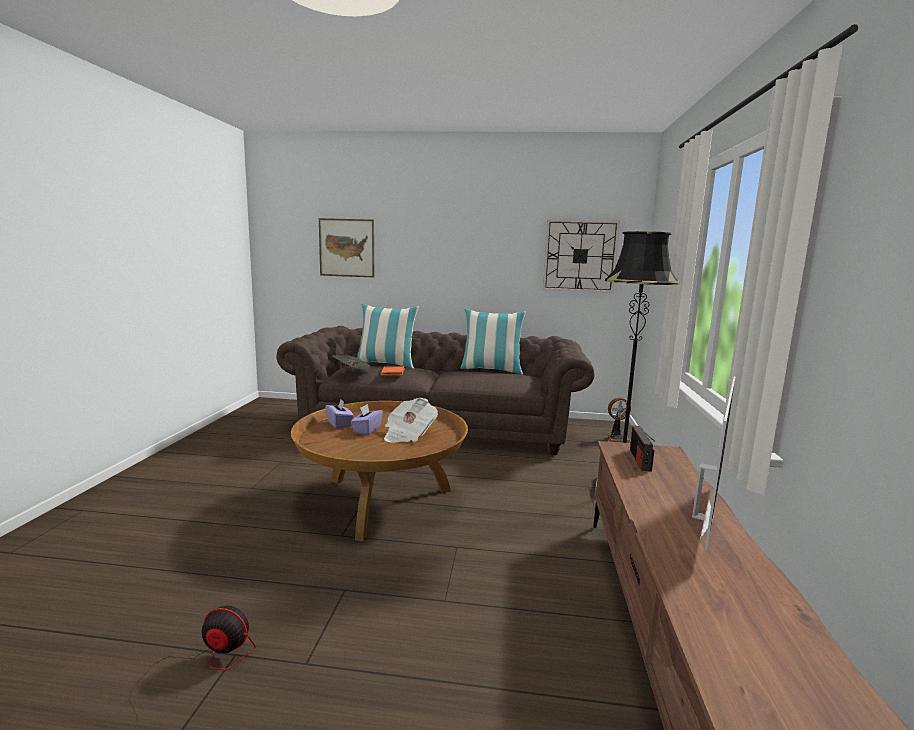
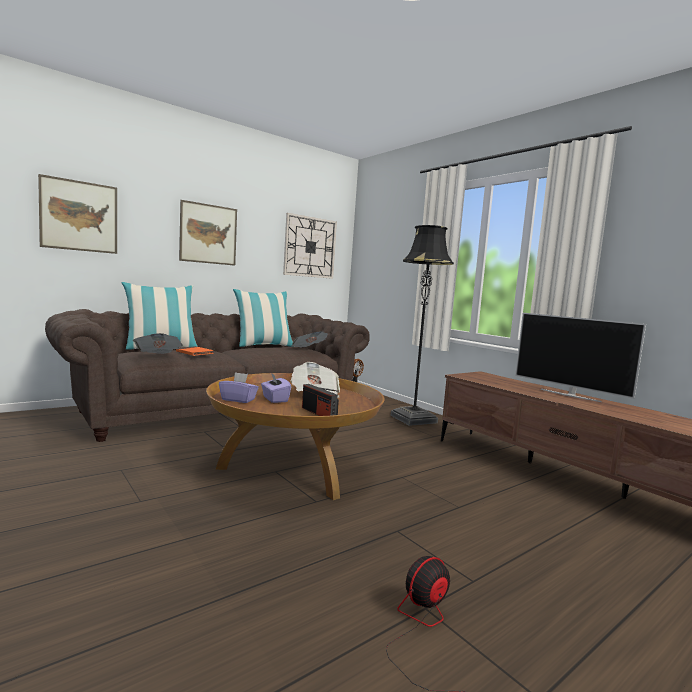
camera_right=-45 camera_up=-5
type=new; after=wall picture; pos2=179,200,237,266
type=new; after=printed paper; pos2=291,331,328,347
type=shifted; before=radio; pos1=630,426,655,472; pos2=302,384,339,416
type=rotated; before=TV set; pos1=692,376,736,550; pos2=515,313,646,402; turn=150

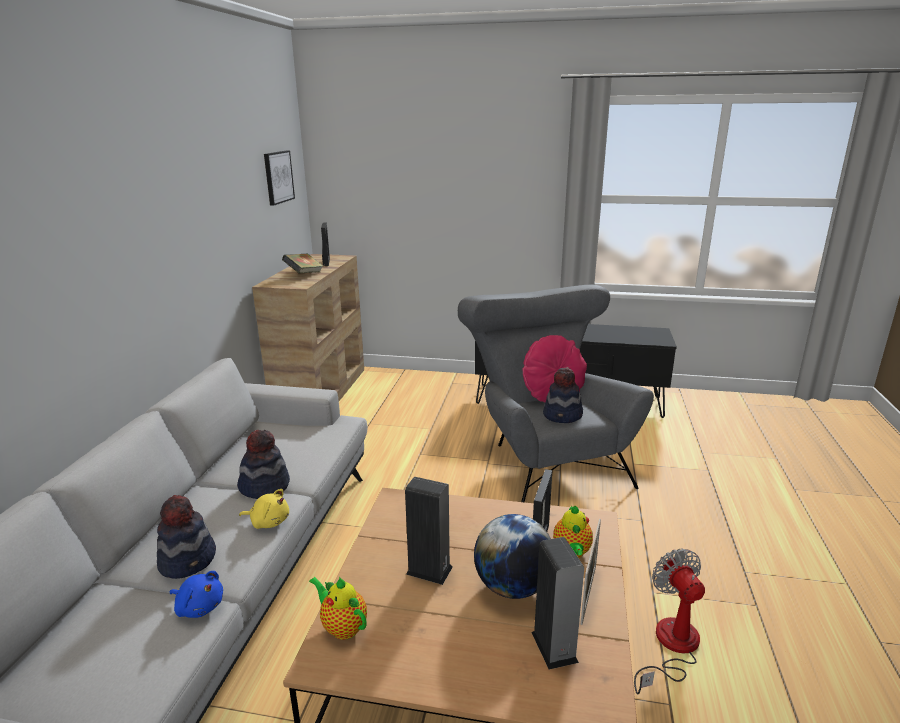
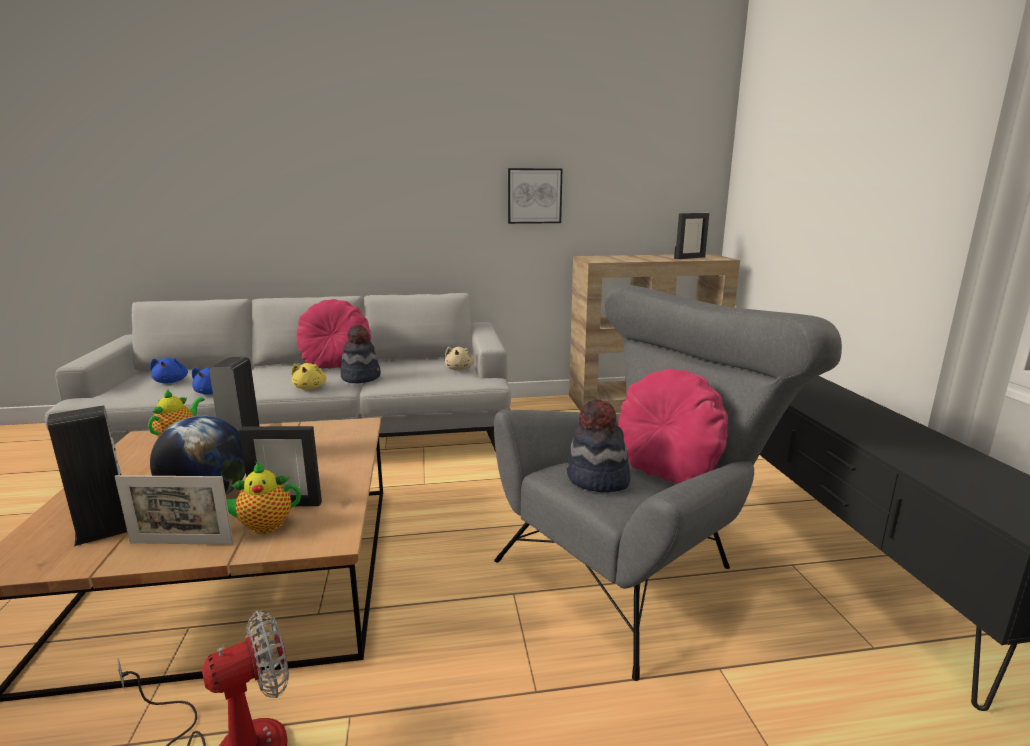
camera_right=70 camera_up=-5
type=new; after=soft toy (blue-coloured); pos2=150,358,188,383
type=new; after=pillow (pink-coloured); pos2=296,299,371,369
type=new; after=soft toy (beige-coloured); pos2=445,347,474,371
type=shifted; before=wall picture; pos1=264,151,295,206; pos2=508,168,562,224
type=gone; before=hat; pos1=157,495,216,579
type=gone; before=bound book; pos1=282,254,323,274

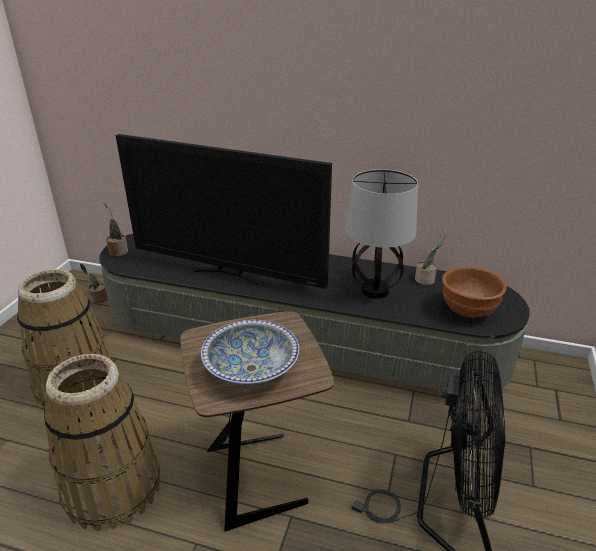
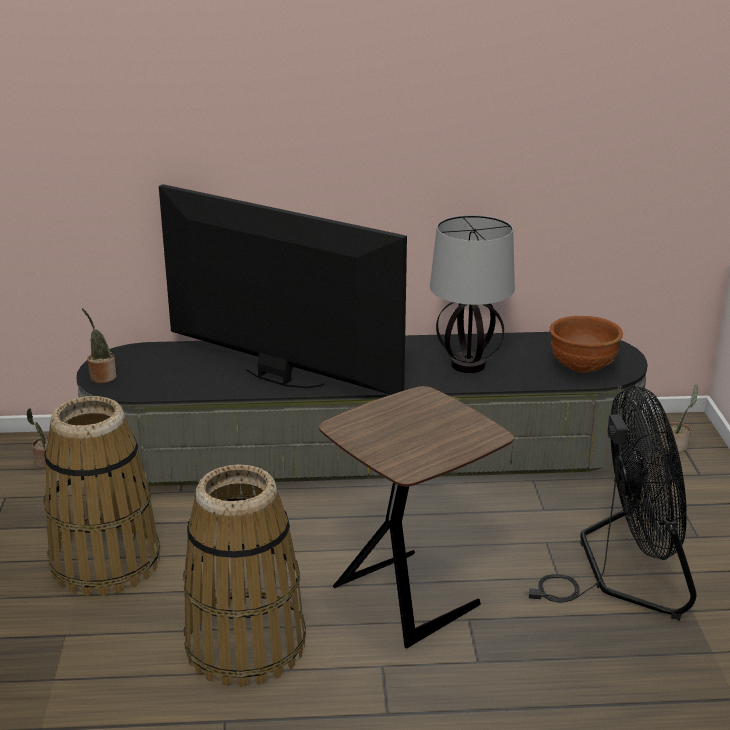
camera_right=-20 camera_up=-5
type=rotated; before=TV set; pos1=116,134,332,289; pos2=159,184,407,395; turn=-150
type=shifted; before=houseplant; pos1=415,230,446,285; pos2=664,384,698,452
type=gone; before=serving bowl; pos1=201,320,299,386

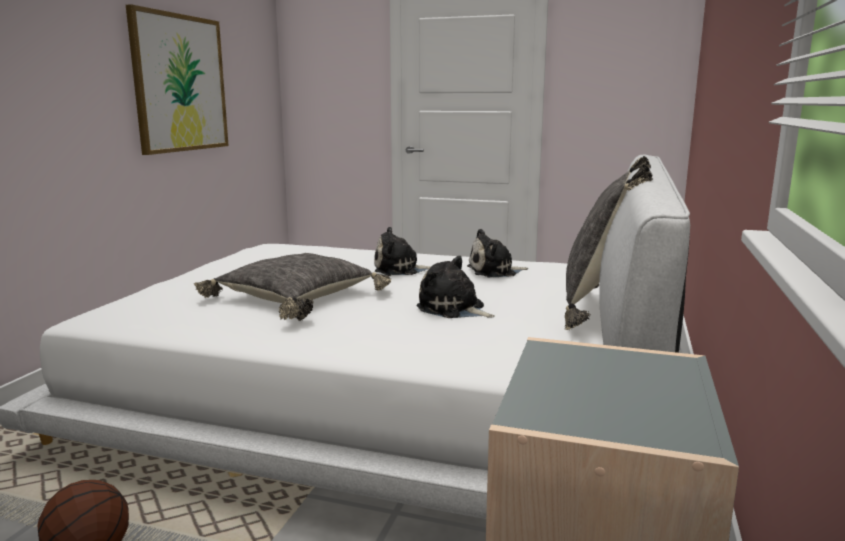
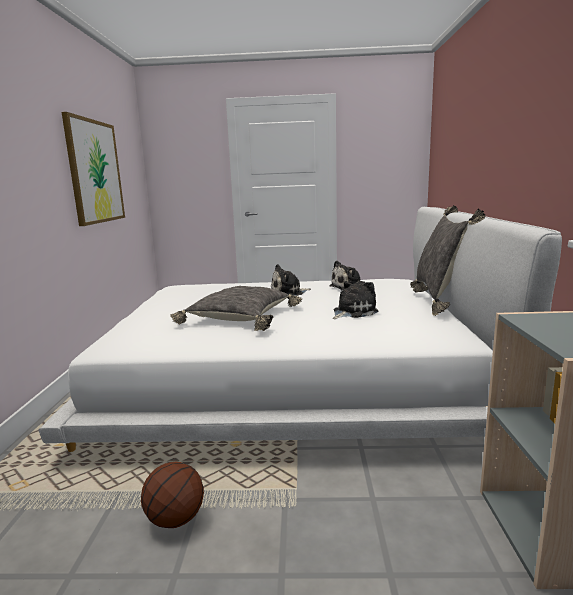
camera_right=-15 camera_up=0
type=rotated; before=soft toy; pos1=416,256,495,318; pos2=333,281,378,319; turn=120

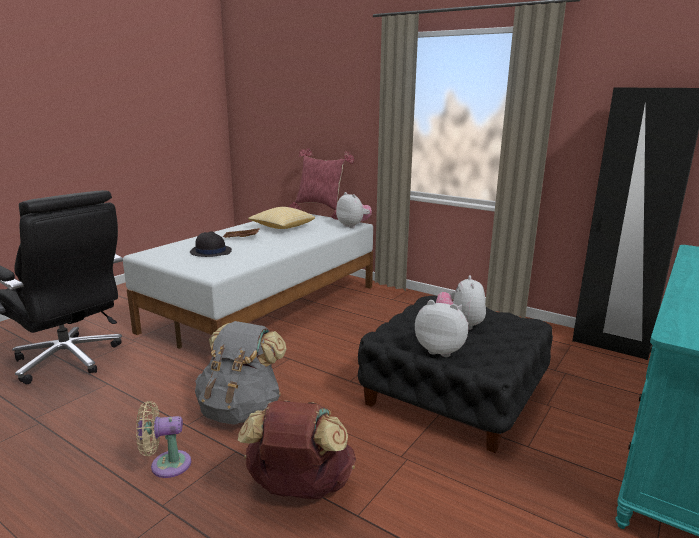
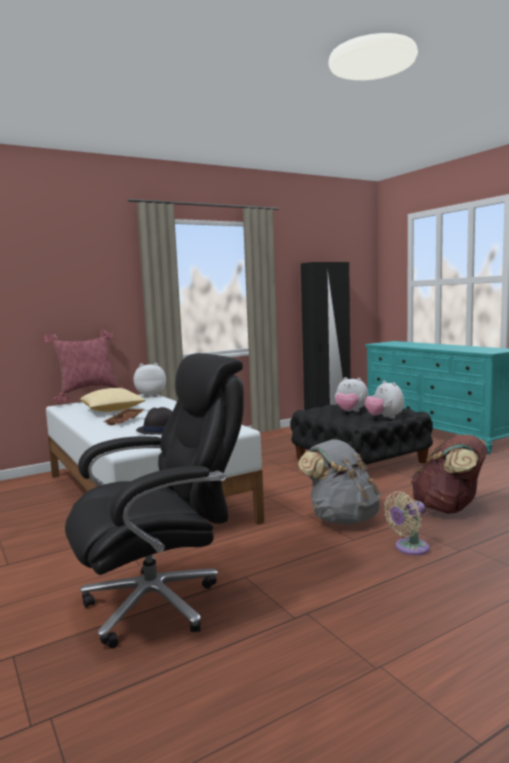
camera_right=-65 camera_up=-10
type=rotated; before=soft toy; pos1=415,300,469,357; pos2=365,381,404,419; turn=-75
type=rotated; before=cooling fan (beige-coloured); pos1=136,401,191,478; pos2=383,491,430,555; turn=45

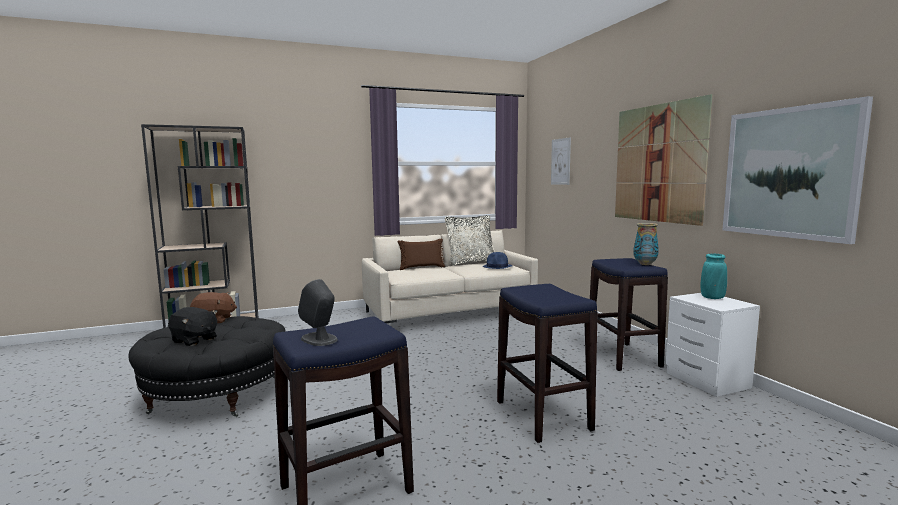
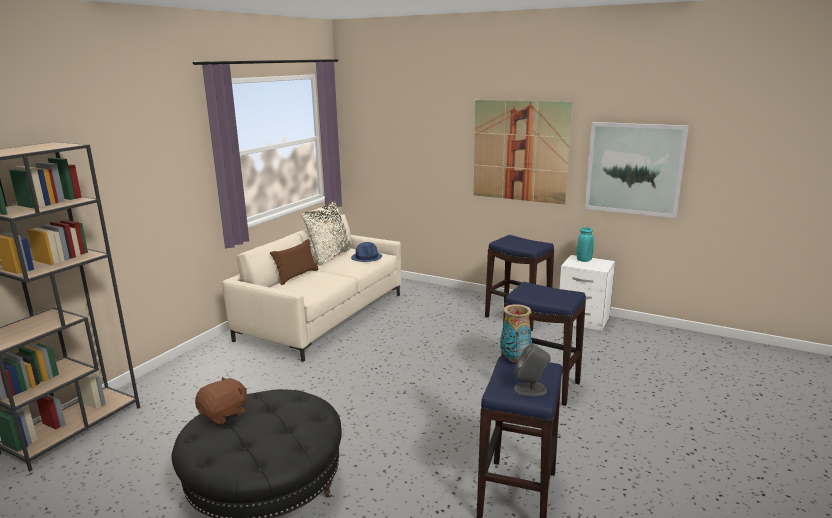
camera_right=-40 camera_up=10
type=shifted; before=decorative vase; pos1=633,223,659,265; pos2=500,304,532,363
type=gone; before=soft toy (black-coloured); pos1=168,307,218,346
type=gone; before=wall picture; pos1=551,137,571,185

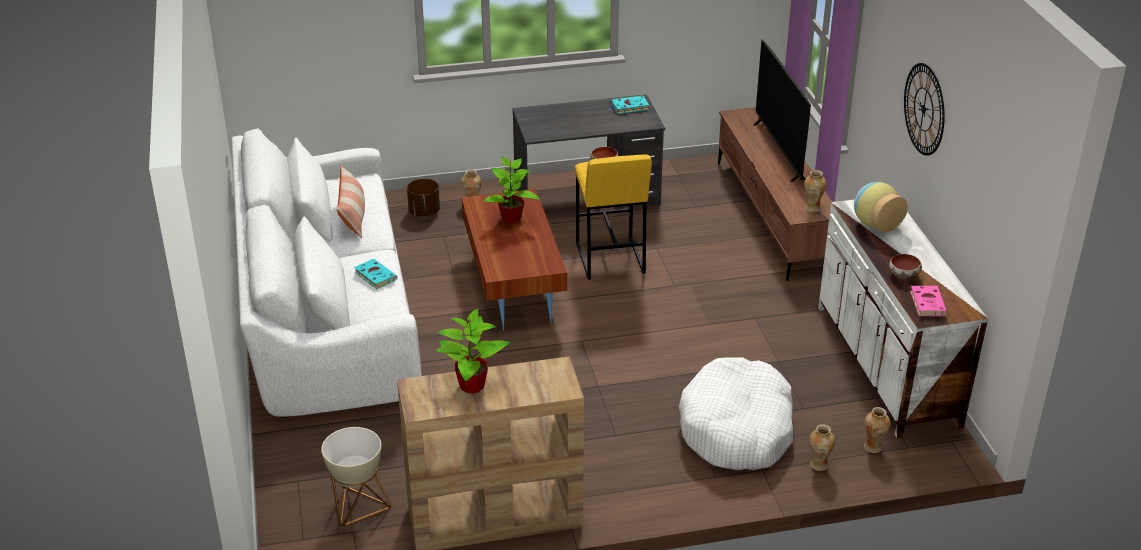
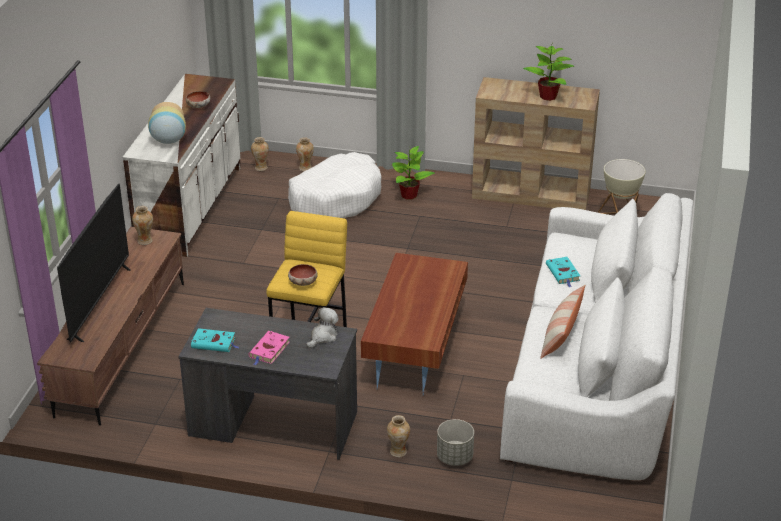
camera_right=-155 camera_up=0
type=shifted; before=bound book (pink-coloured); pos1=910,286,947,317; pos2=249,331,290,365
type=new; after=soft toy; pos2=306,307,338,348
type=shifted; before=houseplant; pos1=484,157,540,223; pos2=392,146,435,200
type=repainted; before=planter (brown-coloured); after=planter (grey); pos1=407,179,440,217; pos2=437,419,474,466
type=gone; before=clock on the wall; pos1=904,63,945,156

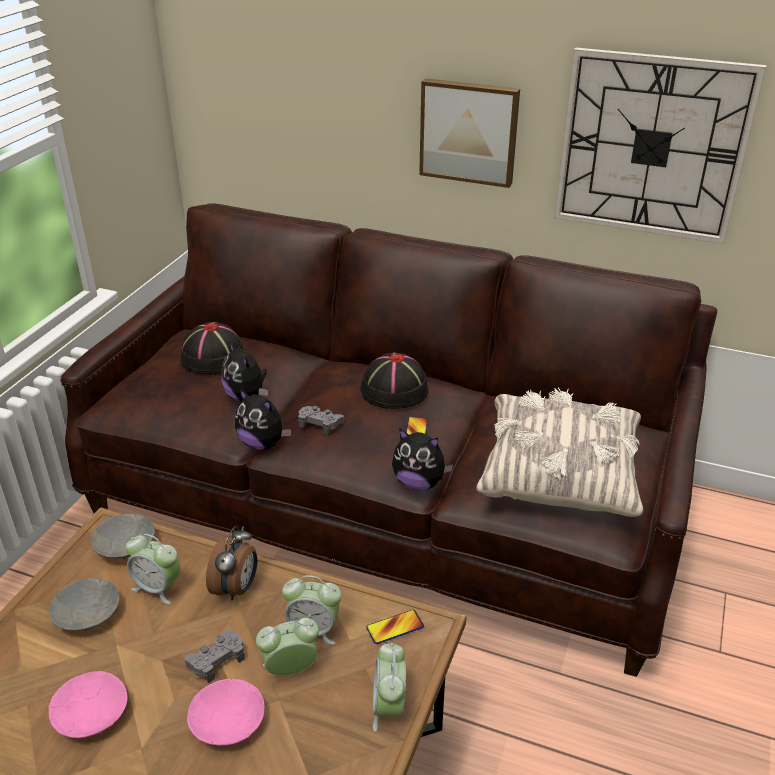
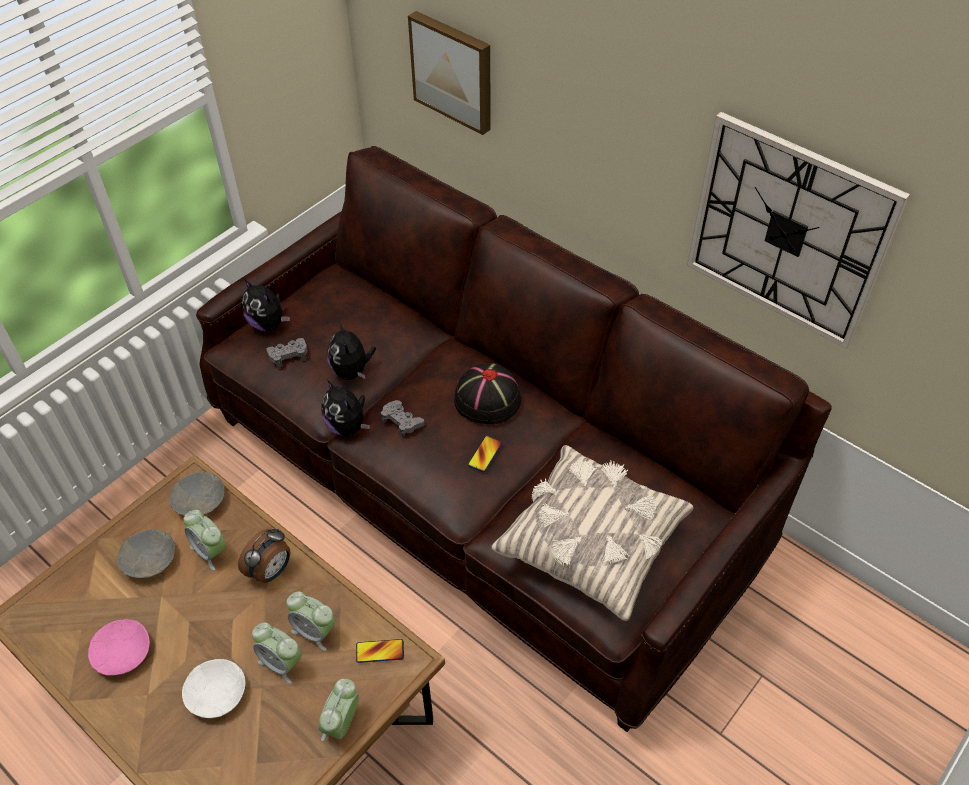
camera_right=20 camera_up=15
type=repainted; before=serving bowl (pink-coloured); after=serving bowl (whitish); pos1=187,679,265,746; pos2=182,659,246,718
type=shifted; before=soft toy; pos1=392,428,453,490; pos2=242,279,290,332
type=rotated; before=bedside clock; pos1=256,618,319,676; pos2=252,622,301,684; turn=-150
type=shifted; before=joypad (grey); pos1=184,630,245,683; pos2=266,338,307,368
type=shifted; before=wall picture; pos1=419,78,520,188; pos2=408,11,491,135
type=gone; before=hat (black-coloured); pos1=180,322,244,375

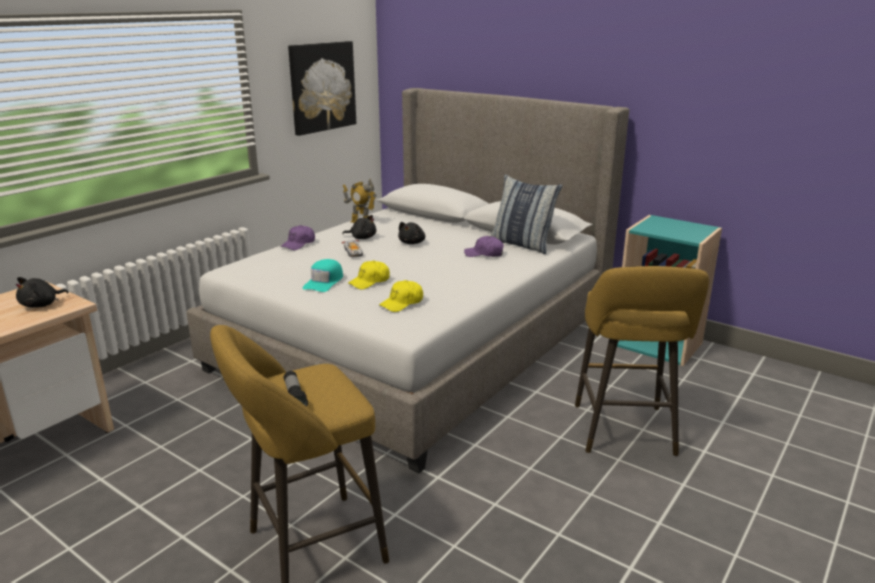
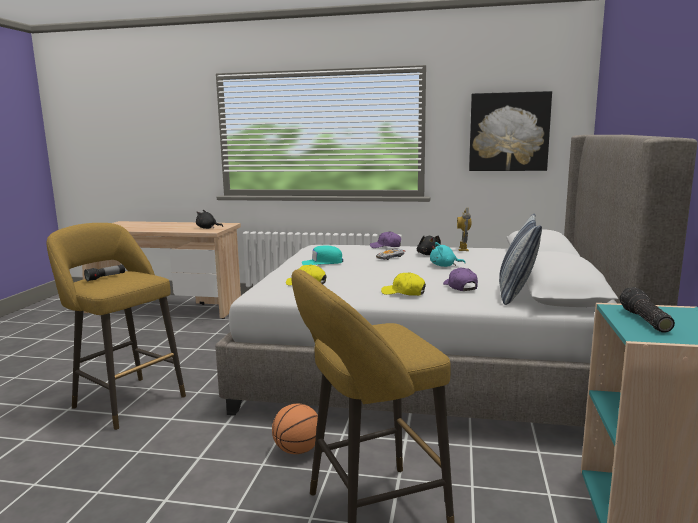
camera_right=65 camera_up=-10
type=new; after=ball for basketball; pos2=272,403,318,454
type=shifted; before=peaked cap (yellow-coloured); pos1=348,260,390,290; pos2=381,272,426,296
type=repainted; before=soft toy (black-coloured); after=soft toy (turquoise-coloured); pos1=398,222,425,244; pos2=430,242,466,267
type=new; after=flashlight; pos2=619,287,675,333

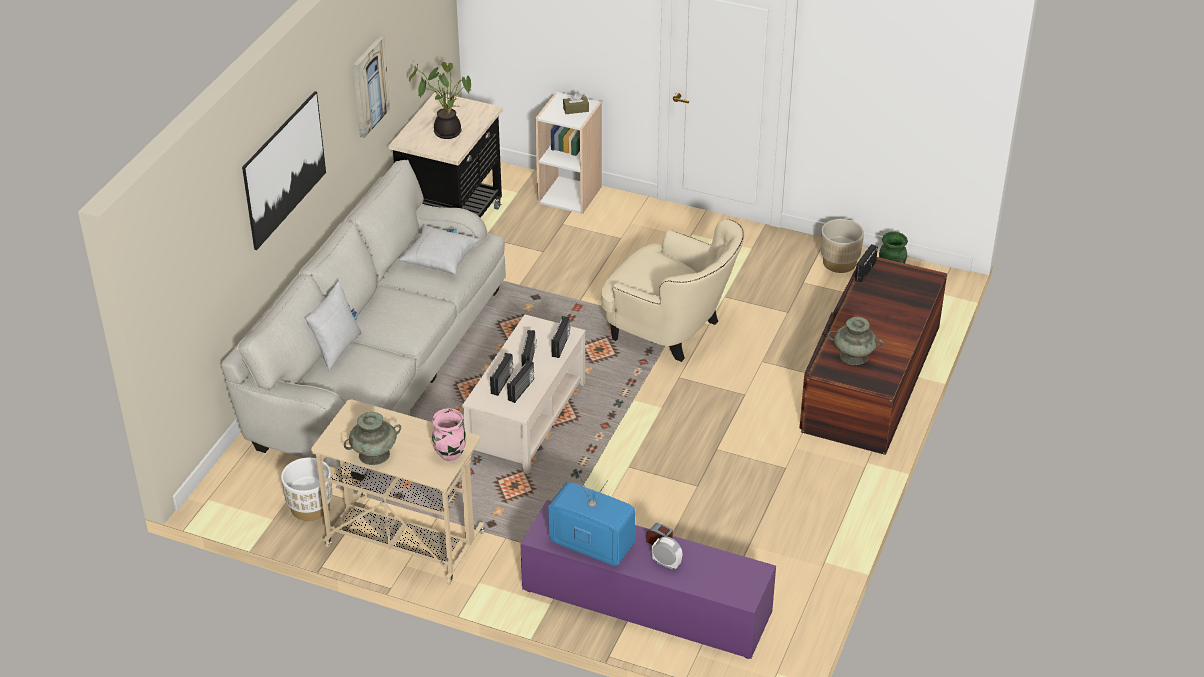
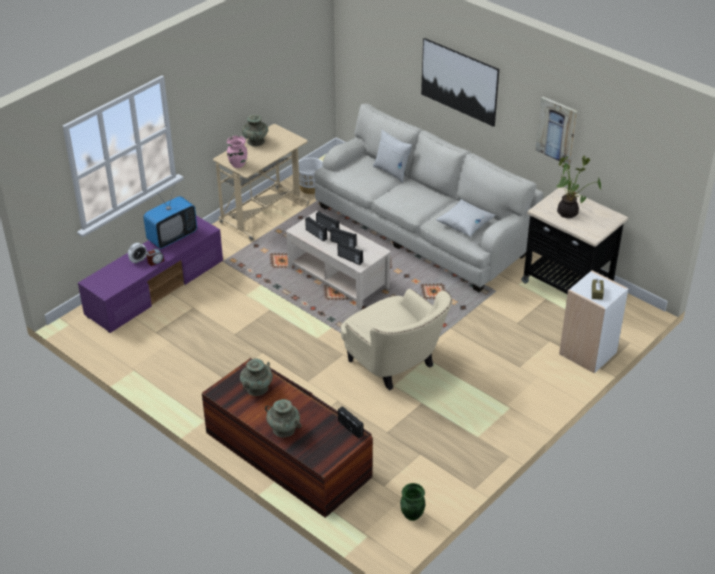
camera_right=110 camera_up=0
type=new; after=decorative vase (turquoise-coloured); pos2=265,399,301,437
type=rotated; before=easy chair (beige-coloured); pos1=601,219,744,362; pos2=341,289,452,390; turn=-90
type=gone; before=planter (beige-coloured); pos1=821,219,864,273

